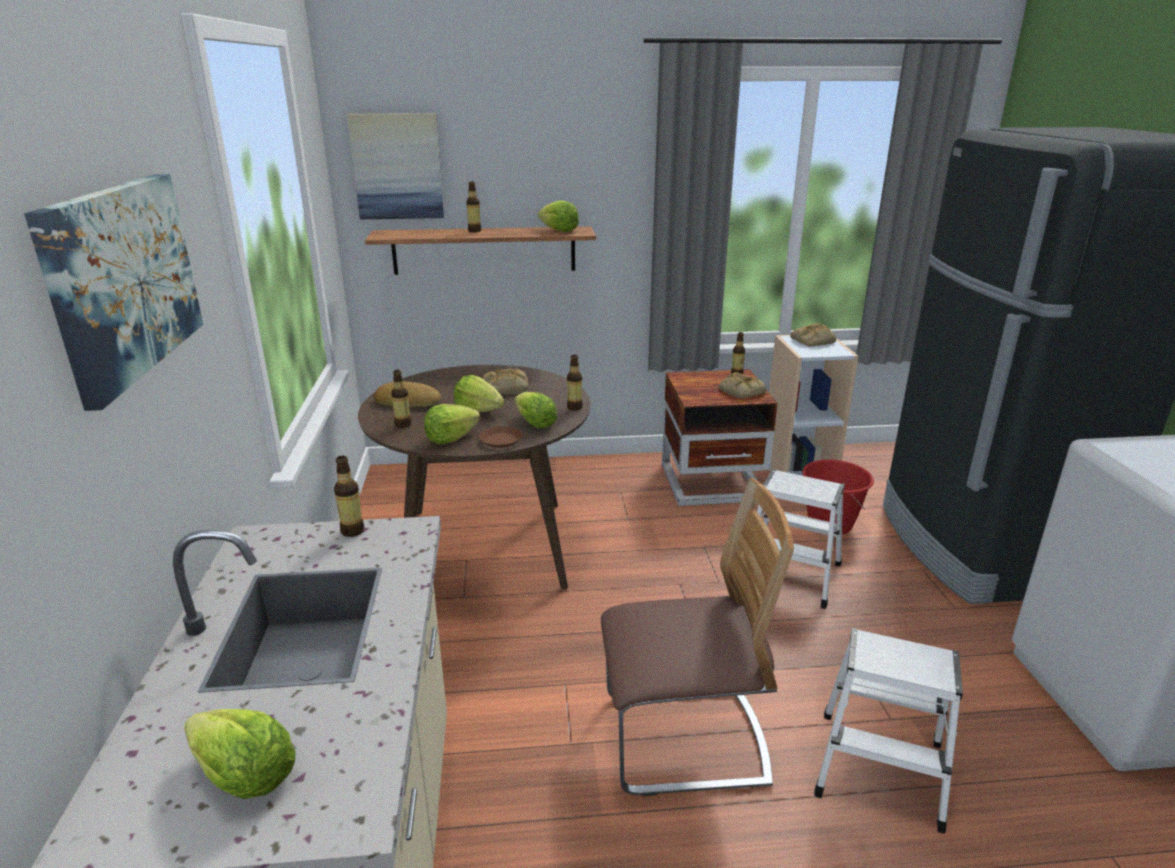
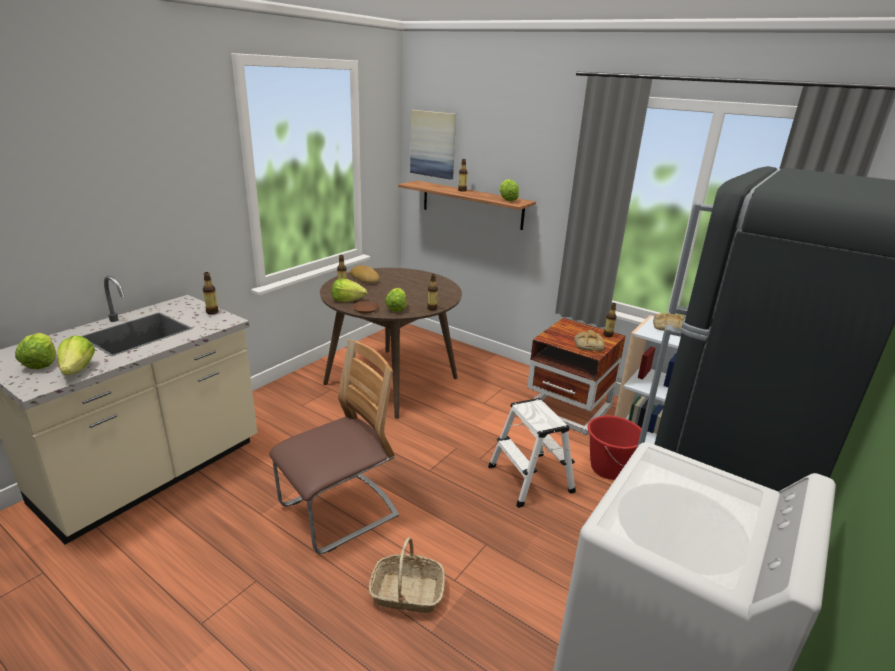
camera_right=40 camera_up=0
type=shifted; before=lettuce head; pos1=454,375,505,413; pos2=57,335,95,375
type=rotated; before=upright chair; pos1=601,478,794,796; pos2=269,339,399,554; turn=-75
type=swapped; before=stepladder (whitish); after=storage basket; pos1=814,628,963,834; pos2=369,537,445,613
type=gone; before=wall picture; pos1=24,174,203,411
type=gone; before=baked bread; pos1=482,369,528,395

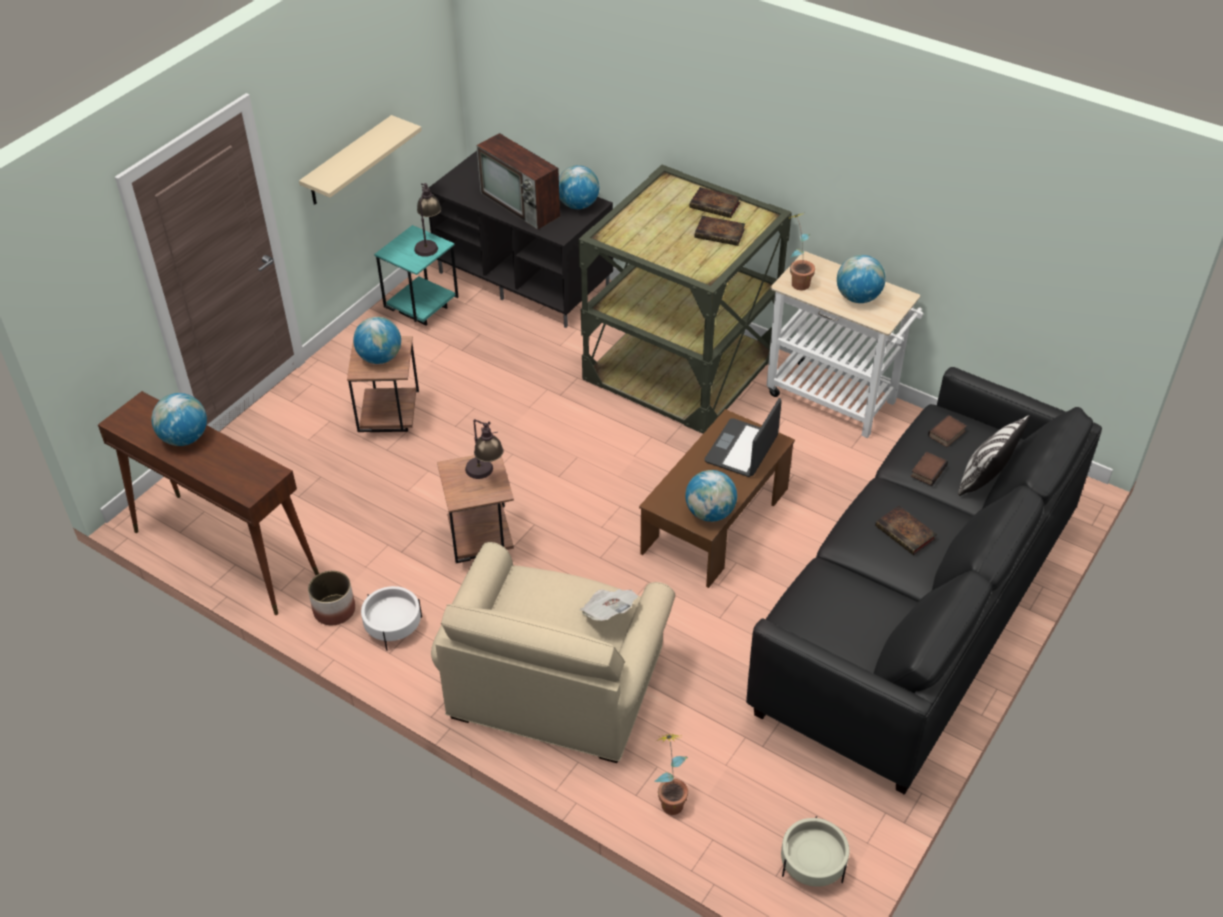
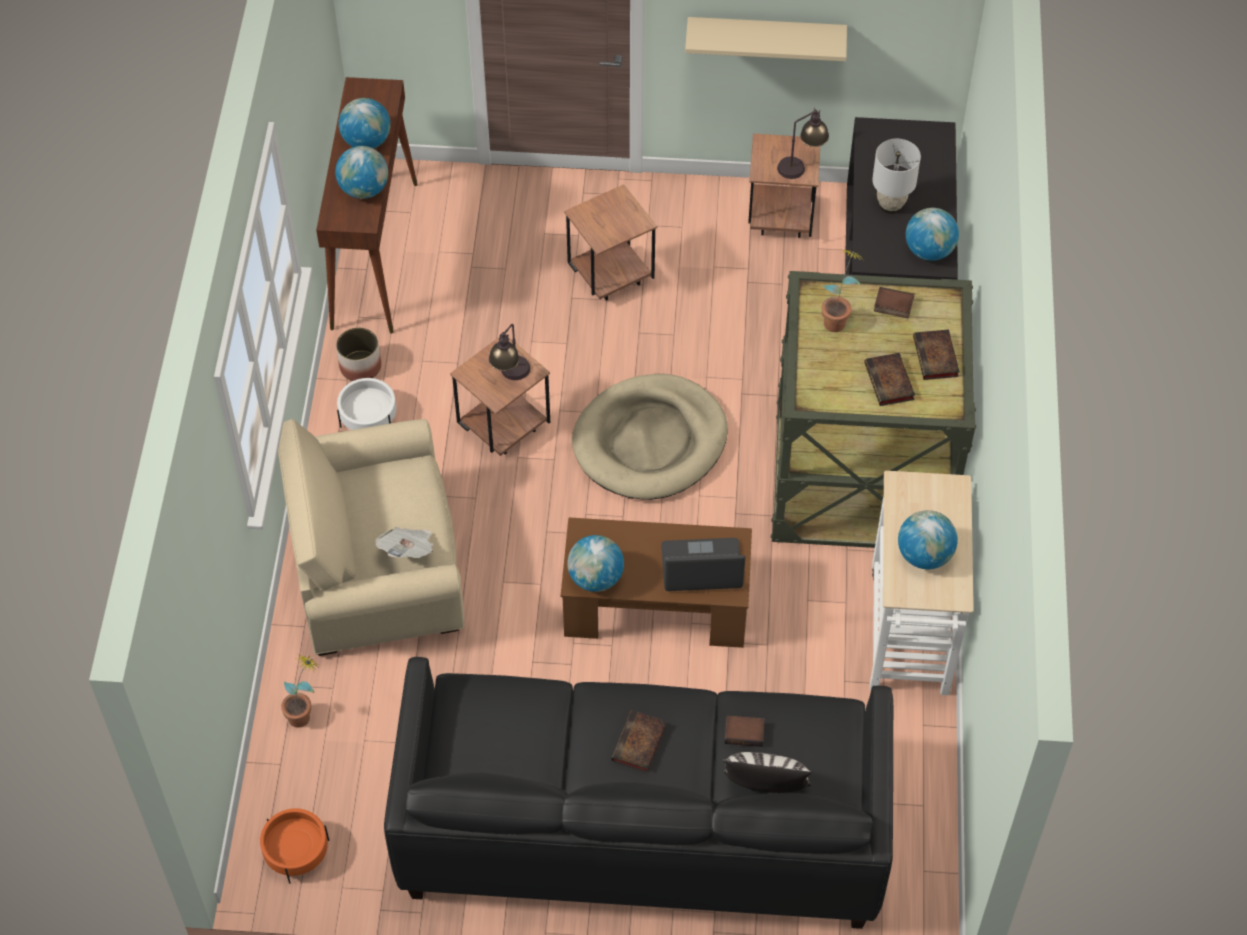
camera_right=60 camera_up=10
type=repainted; before=planter (beige-coloured); after=planter (orange); pos1=781,816,849,887; pos2=260,809,329,884
type=shifted; before=desk globe; pos1=353,317,401,364; pos2=335,146,388,199
type=new; after=pet bed (beige-coloured); pos2=572,374,728,500
type=repainted; before=accent table (turquoise-coloured); after=accent table (brown-coloured); pos1=374,225,459,326; pos2=748,133,820,238
type=shifted; before=houseplant; pos1=789,213,815,290; pos2=822,250,863,332
type=swapped; before=TV set; after=tabletop lamp (whitish); pos1=476,133,560,230; pos2=872,139,921,214
type=shifted; before=bound book; pos1=928,415,967,447; pos2=874,287,914,318

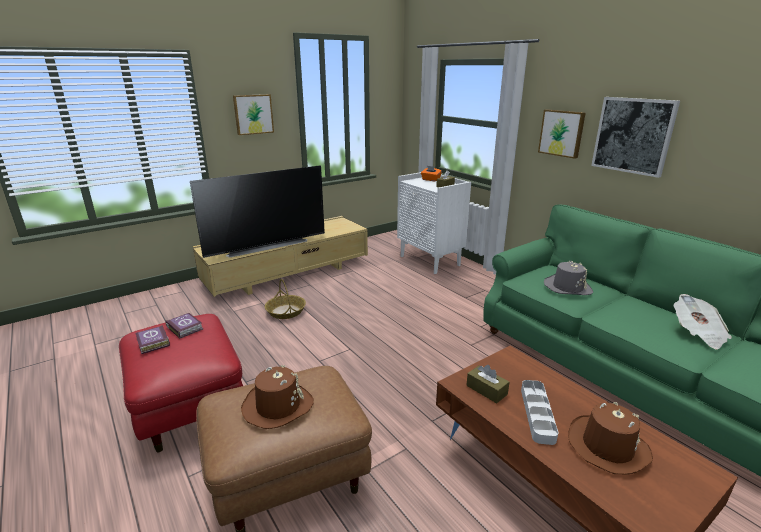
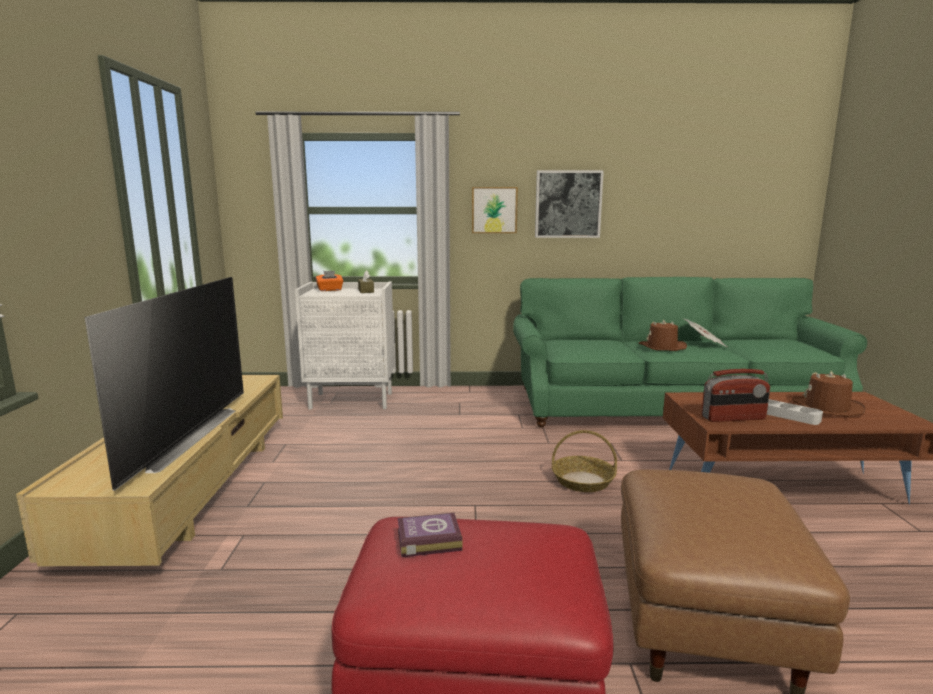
camera_right=-55 camera_up=-10
type=shifted; before=storage basket; pos1=265,279,306,319; pos2=552,430,617,492
type=shifted; before=hat (brown-coloured); pos1=241,365,314,429; pos2=639,320,687,351
type=swapped; before=tissue holder (brown-coloured); after=radio; pos1=466,365,510,404; pos2=702,369,770,422
type=gone; before=bound book; pos1=136,325,170,354
type=gone; before=wall picture; pos1=233,94,274,135
type=gone; before=hat (grey); pos1=544,260,593,295

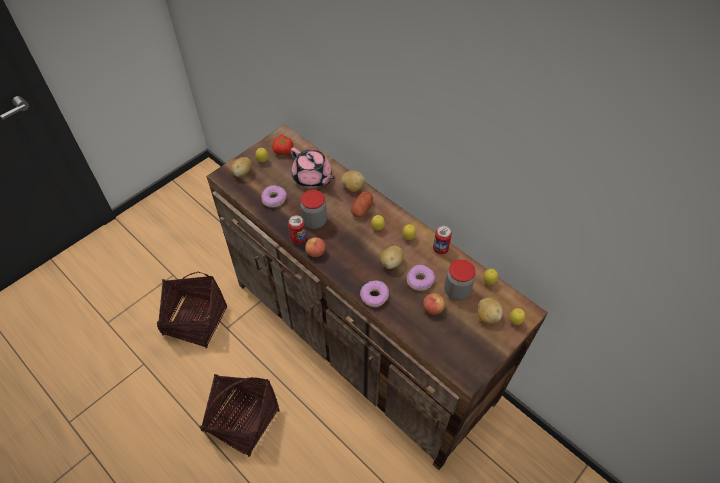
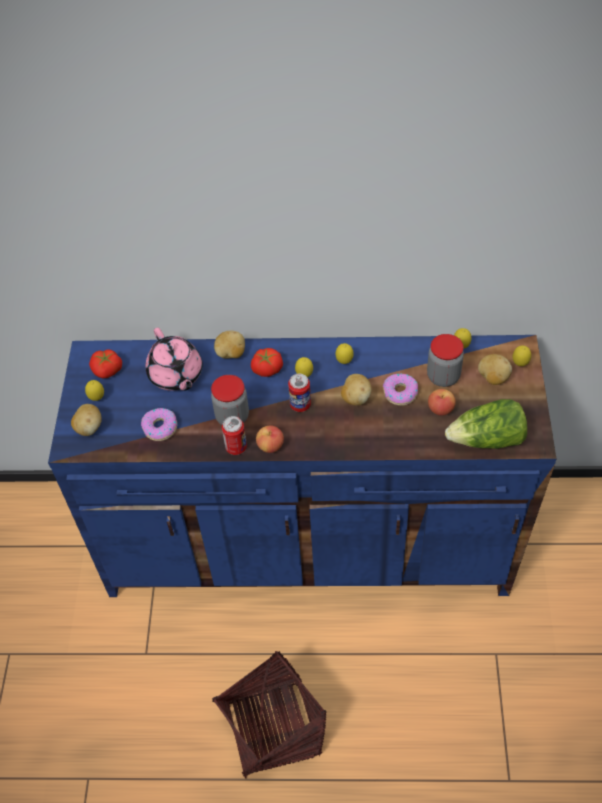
camera_right=-40 camera_up=0
type=repainted; before=cabinet (brown-coloured); after=cabinet (blue-coloured); pos1=206,124,548,470; pos2=48,335,557,597
type=rotated; before=teapot (pink-coloured); pos1=290,148,335,188; pos2=145,328,203,391; turn=60
type=swapped; before=whole potato; after=tomato; pos1=351,191,373,217; pos2=251,348,283,377
type=shifted; before=metal can; pos1=433,226,452,255; pos2=288,374,311,412
type=new; after=lettuce head; pos2=445,399,527,449
type=gone; before=storage basket; pos1=156,271,227,348
type=gone; before=doughnut; pos1=360,280,389,307

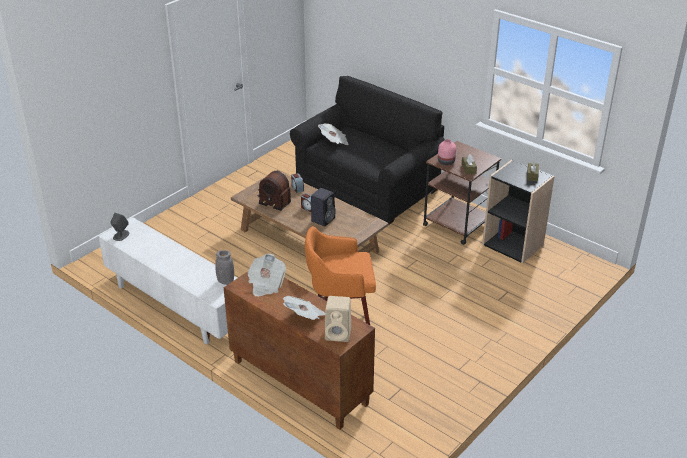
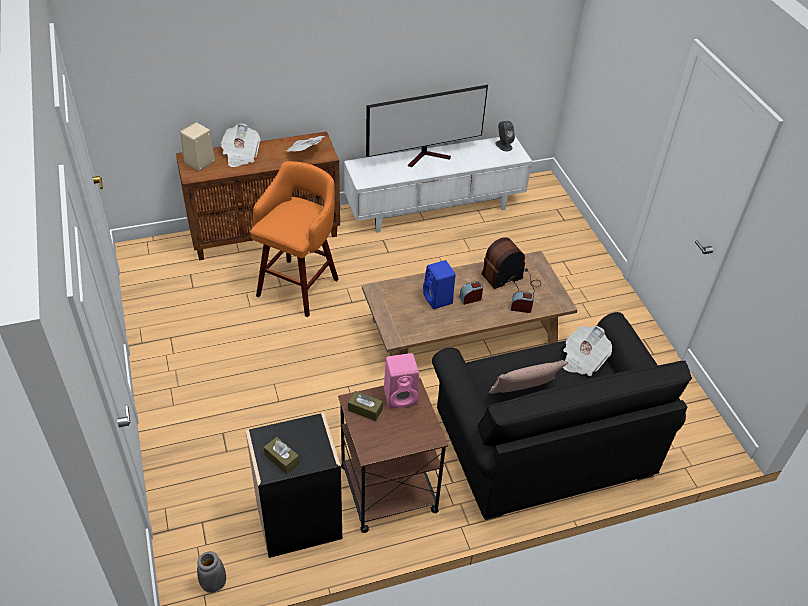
camera_right=120 camera_up=10
type=shifted; before=decorative vase (grey); pos1=215,250,234,285; pos2=197,551,226,593
type=new; after=TV set; pos2=366,85,488,167
type=swapped; before=decorative vase (pink-coloured); after=loudspeaker (pink-coloured); pos1=438,139,456,165; pos2=384,353,419,409
type=repainted; before=loudspeaker (black-coloured); after=loudspeaker (blue-coloured); pos1=311,188,336,227; pos2=423,260,456,309
type=new; after=pillow (beige-coloured); pos2=489,360,568,394

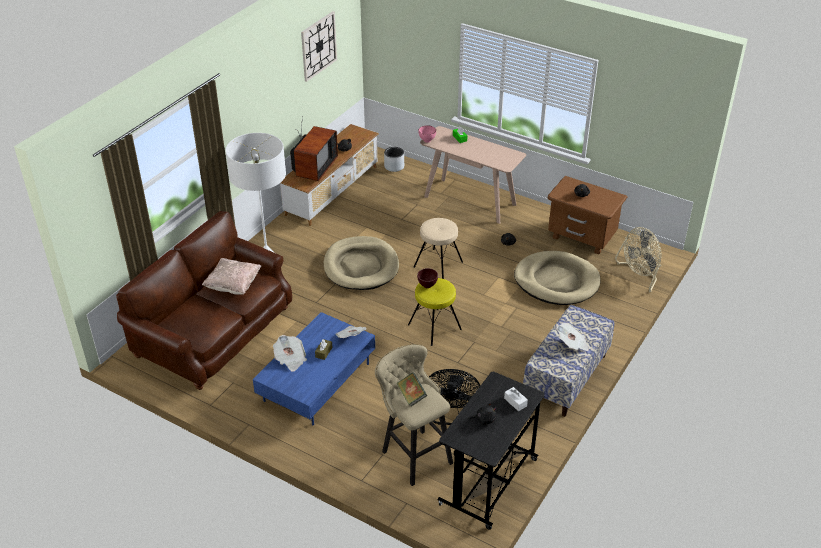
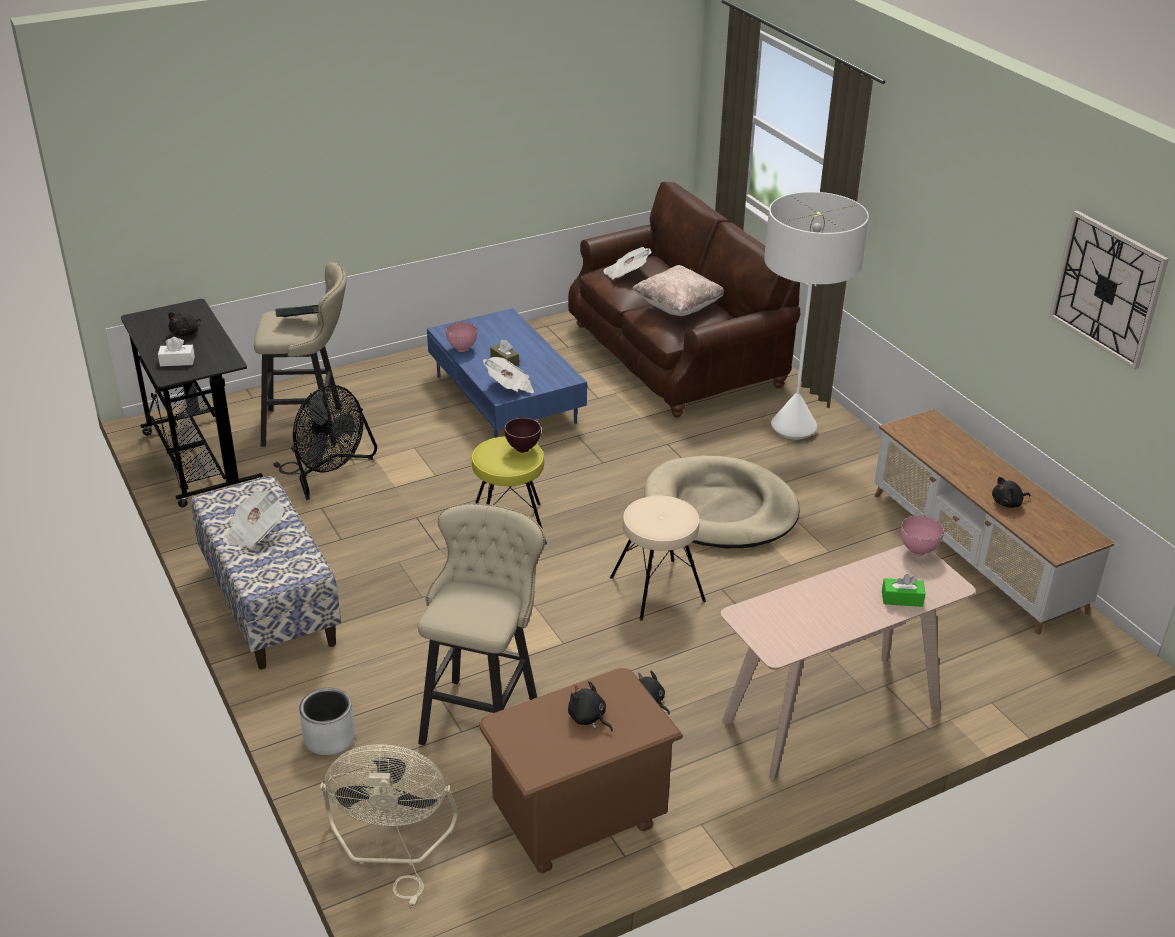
camera_right=120 camera_up=-5
type=shifted; before=planter (grey); pos1=384,147,404,172; pos2=299,688,355,755
type=swapped; before=pet bed (beige-coloured); after=sitting stool (beige-coloured); pos1=514,251,600,305; pos2=417,503,546,745
type=new; after=serving bowl (pink-coloured); pos2=446,322,477,352
type=shifted; before=printed paper; pos1=273,335,307,372; pos2=603,247,651,280
type=gone; before=TV set; pos1=290,117,338,181

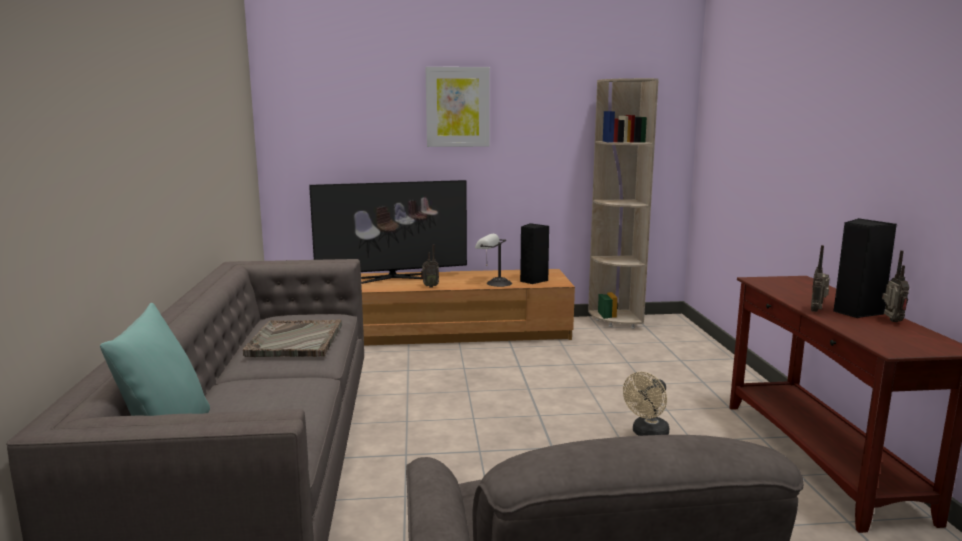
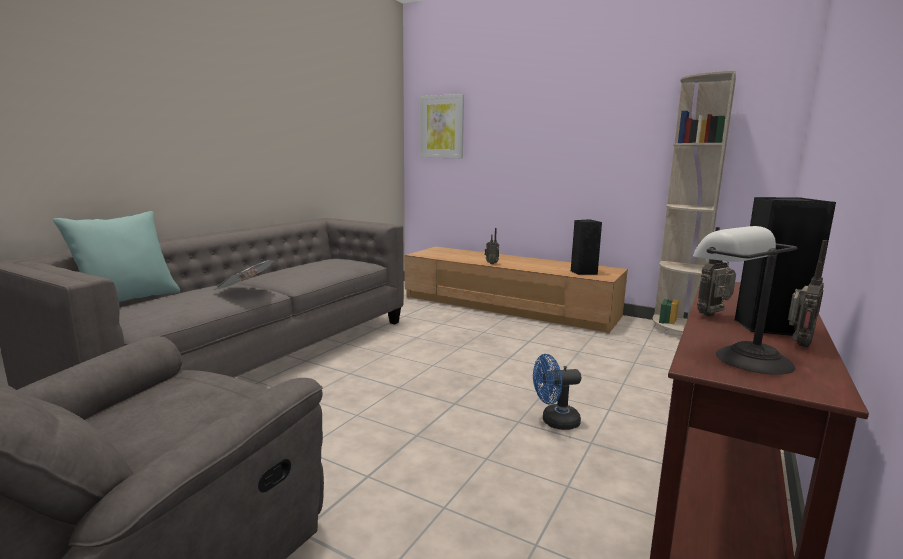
camera_right=35 camera_up=0
type=new; after=printed paper; pos2=214,260,275,290
type=shifted; before=wall picture; pos1=426,67,490,147; pos2=420,94,464,158
type=repainted; before=cooling fan (beige-coloured); after=cooling fan (blue-coloured); pos1=623,372,670,436; pos2=533,354,581,430
type=shifted; before=tabletop lamp; pos1=475,234,512,287; pos2=693,226,797,375
type=gone; before=serving tray (grey); pos1=243,319,342,357
type=gone; before=TV set; pos1=309,180,467,284

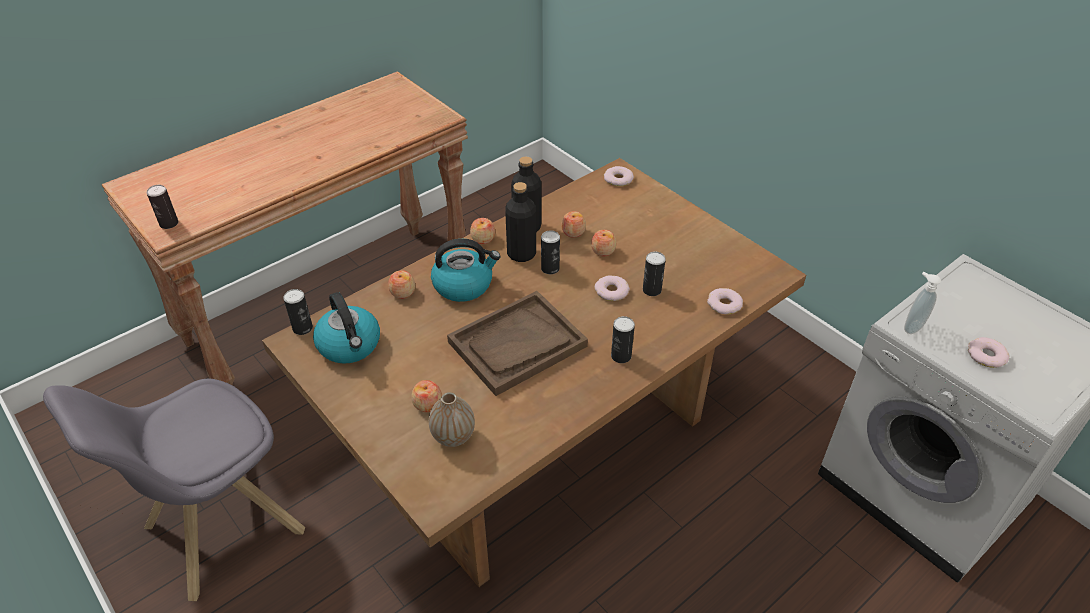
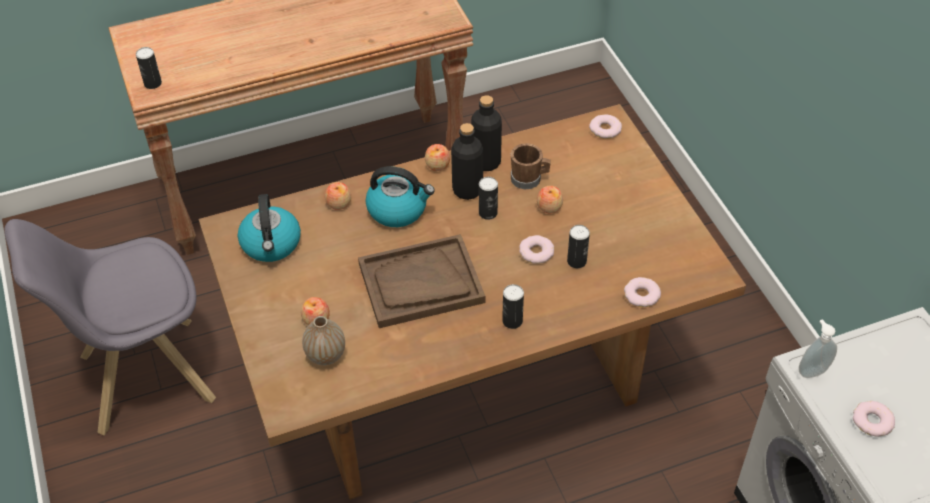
camera_right=20 camera_up=5
type=swapped; before=apple fruit; after=tea mug (brown-coloured); pos1=561,211,586,238; pos2=511,143,551,189
type=gone; before=metal can; pos1=283,289,313,335

